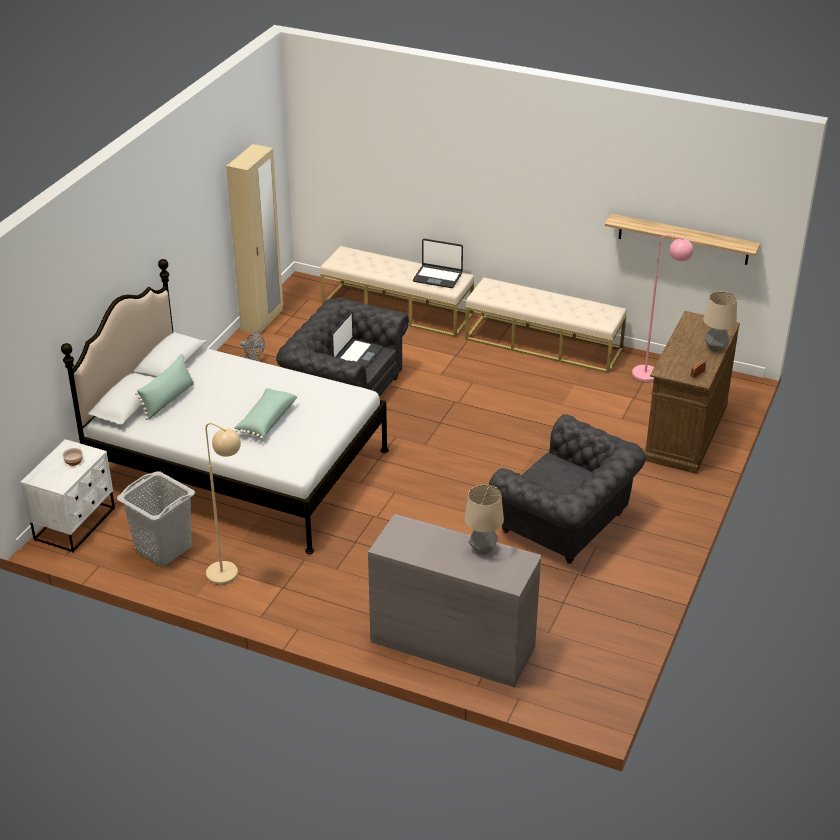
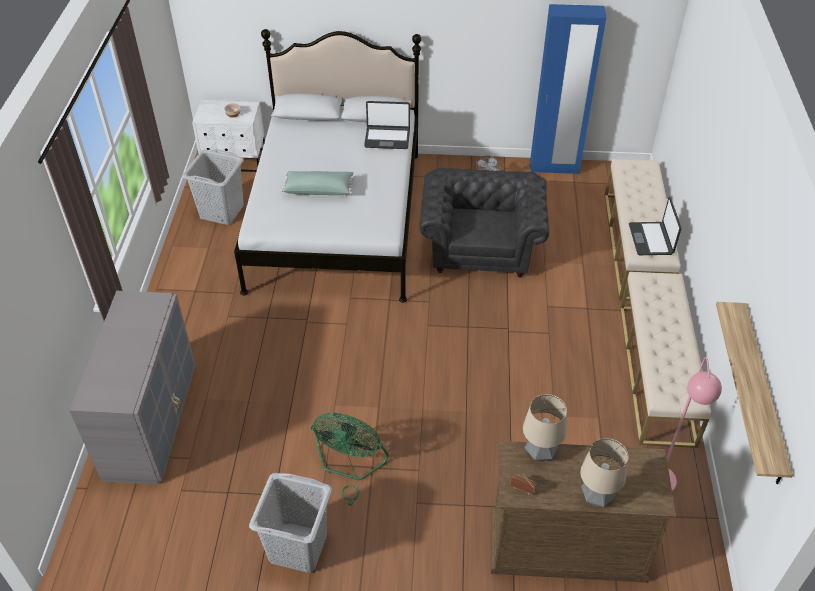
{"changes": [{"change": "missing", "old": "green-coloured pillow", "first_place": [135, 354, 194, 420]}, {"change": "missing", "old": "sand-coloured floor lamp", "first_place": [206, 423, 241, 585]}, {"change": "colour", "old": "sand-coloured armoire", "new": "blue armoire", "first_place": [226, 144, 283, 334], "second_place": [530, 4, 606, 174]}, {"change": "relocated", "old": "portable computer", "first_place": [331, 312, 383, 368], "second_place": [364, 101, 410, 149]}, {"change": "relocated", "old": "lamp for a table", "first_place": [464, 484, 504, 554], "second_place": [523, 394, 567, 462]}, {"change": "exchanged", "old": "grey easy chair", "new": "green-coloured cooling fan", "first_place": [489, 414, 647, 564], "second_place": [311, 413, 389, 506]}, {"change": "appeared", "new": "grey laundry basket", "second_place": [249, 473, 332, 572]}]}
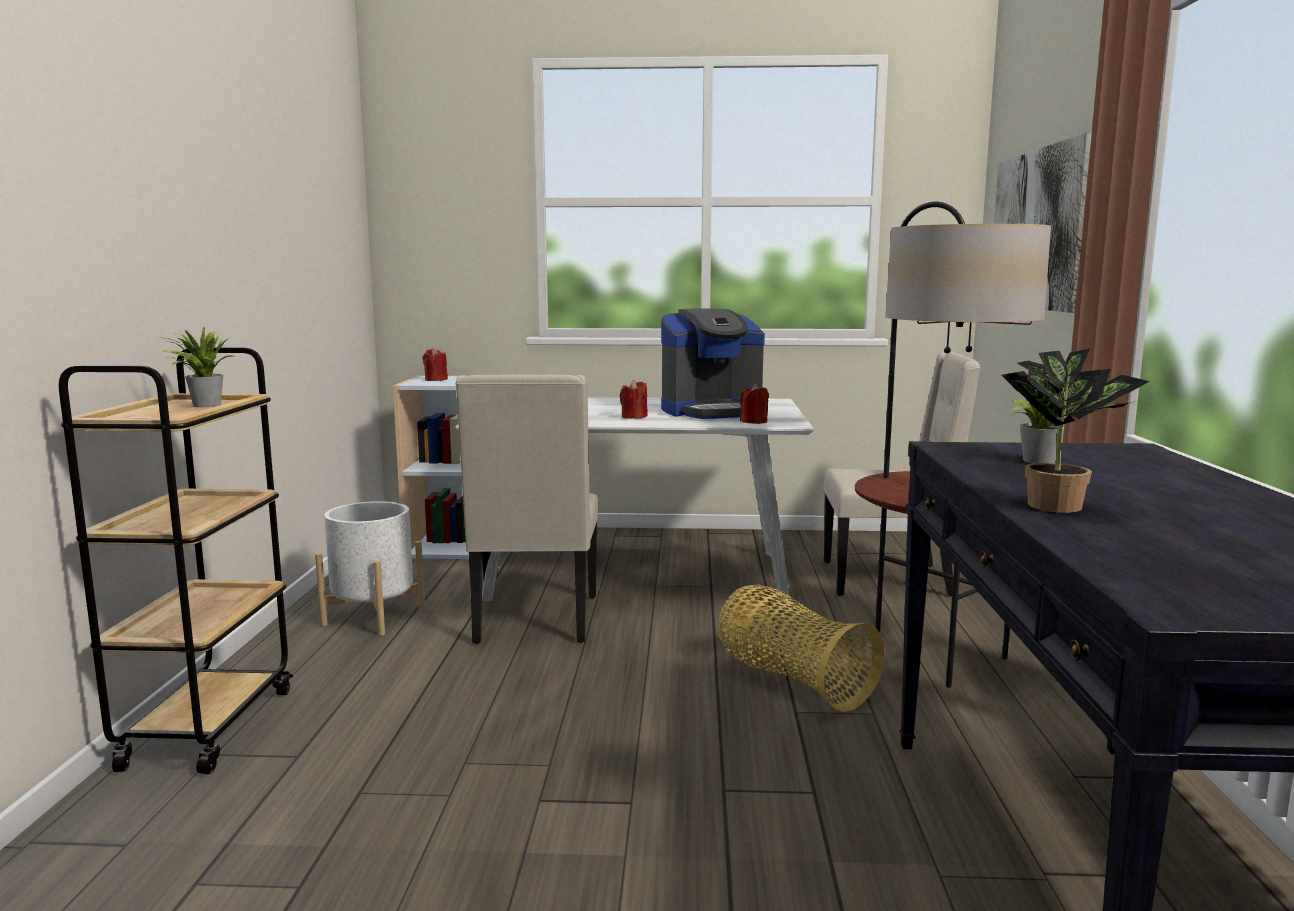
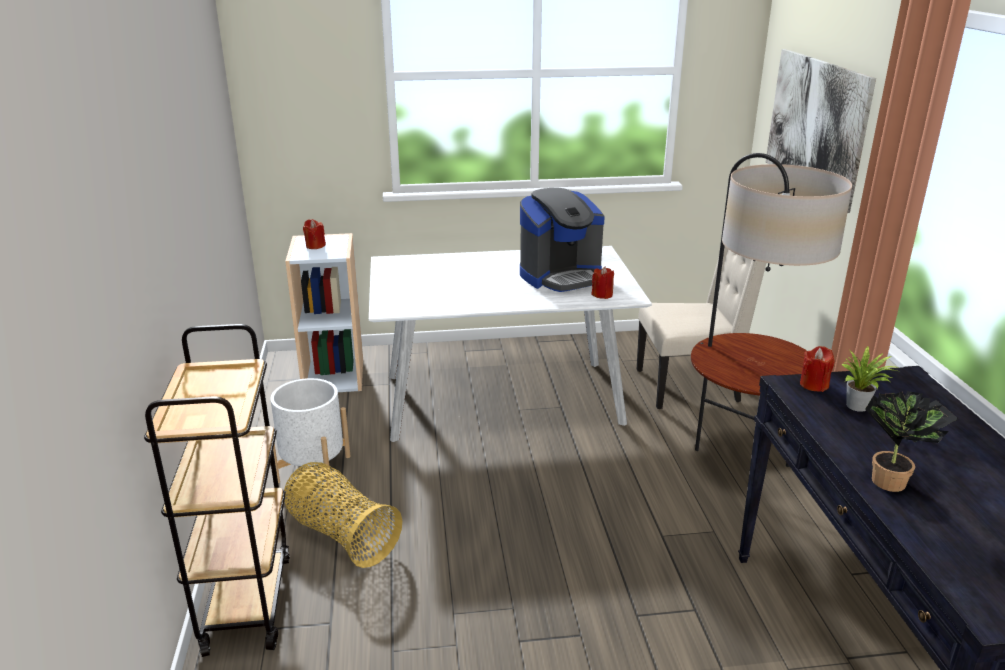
{"changes": [{"change": "missing", "old": "potted plant", "first_place": [159, 327, 235, 407]}, {"change": "missing", "old": "sand-coloured plain chair", "first_place": [455, 375, 598, 644]}, {"change": "relocated", "old": "red-coloured wax candle", "first_place": [620, 380, 648, 419], "second_place": [800, 346, 835, 392]}, {"change": "relocated", "old": "household basket", "first_place": [718, 585, 885, 712], "second_place": [284, 462, 402, 568]}]}
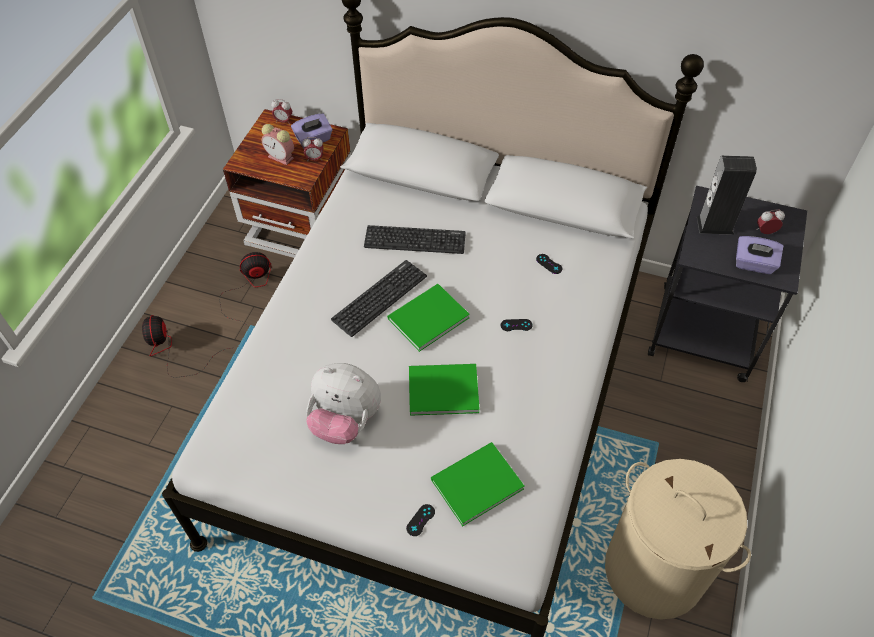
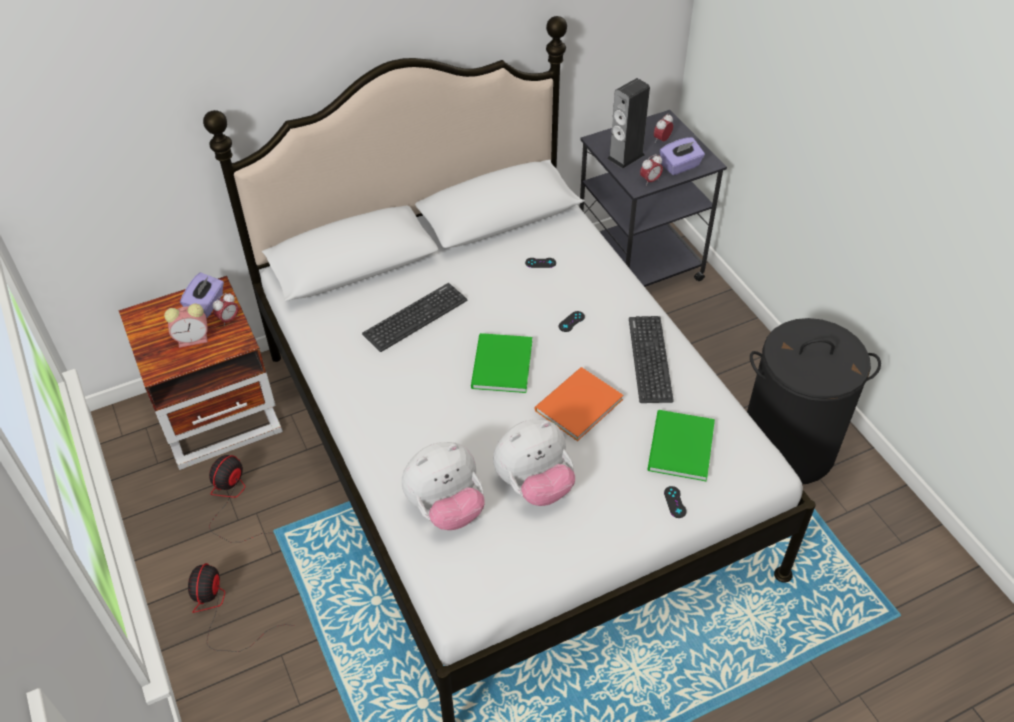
{"changes": [{"change": "spun", "old": "cooling fan", "first_place": [142, 315, 230, 378], "second_place": [188, 563, 295, 652], "degrees": 60}, {"change": "relocated", "old": "table clock", "first_place": [271, 99, 292, 123], "second_place": [640, 154, 663, 186]}, {"change": "relocated", "old": "computer keyboard", "first_place": [331, 260, 427, 337], "second_place": [629, 316, 674, 403]}, {"change": "colour", "old": "green-coloured bound book", "new": "orange bound book", "first_place": [409, 364, 480, 416], "second_place": [534, 367, 624, 441]}, {"change": "colour", "old": "sand-coloured laundry basket", "new": "black laundry basket", "first_place": [605, 459, 751, 620], "second_place": [747, 318, 881, 484]}, {"change": "appeared", "new": "cuddly toy", "second_place": [402, 442, 485, 530]}]}
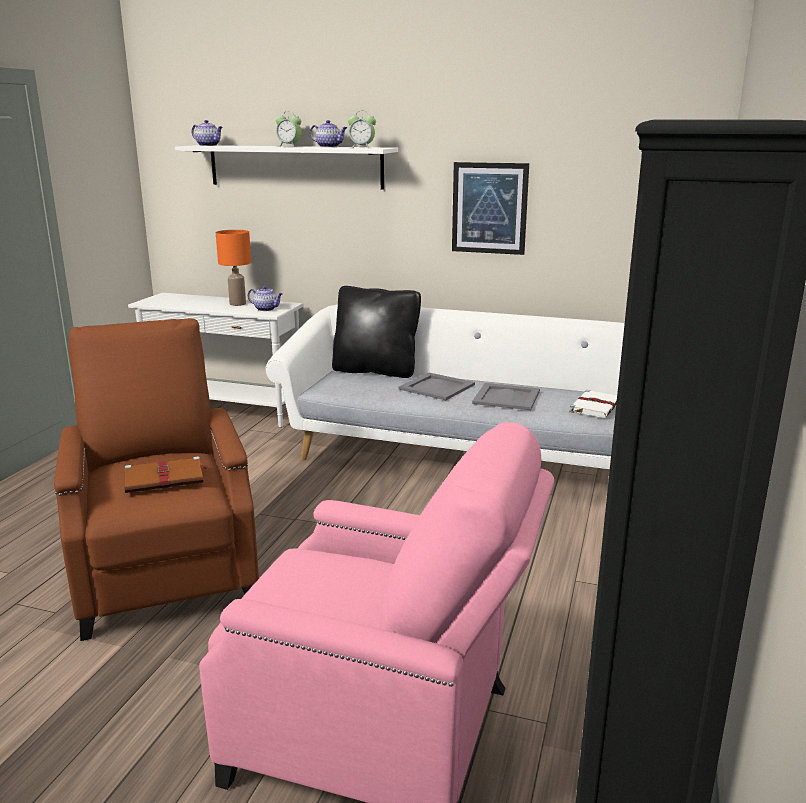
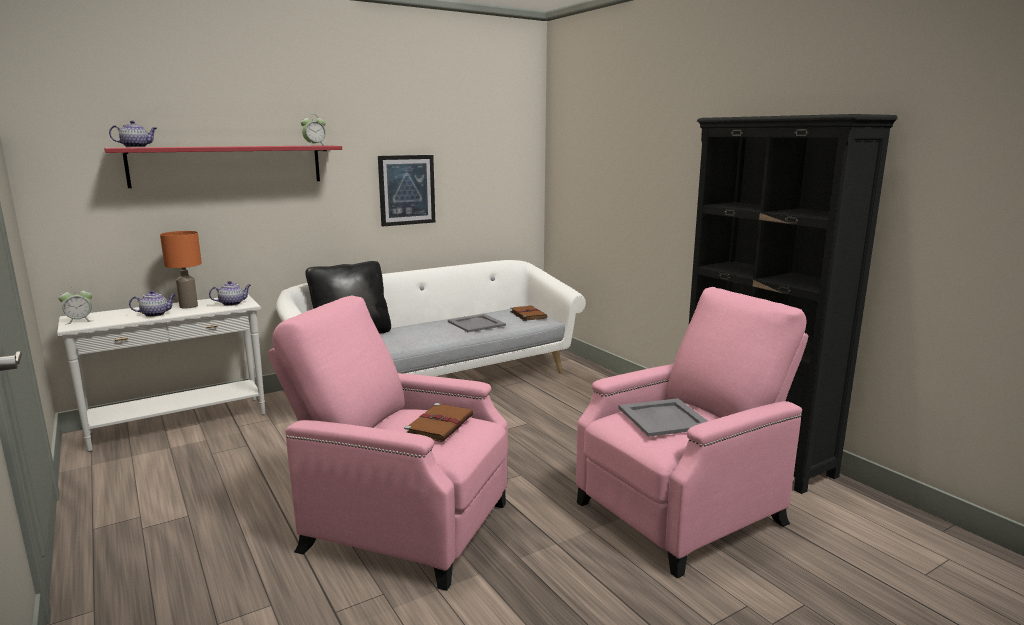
{"changes": [{"change": "colour", "old": "brown-coloured easy chair", "new": "pink easy chair", "first_place": [54, 319, 259, 641], "second_place": [268, 296, 508, 591]}, {"change": "colour", "old": "white-coloured wall shelf", "new": "red-coloured wall shelf", "first_place": [175, 145, 398, 189], "second_place": [104, 145, 342, 188]}, {"change": "relocated", "old": "table clock", "first_place": [276, 111, 301, 147], "second_place": [59, 287, 92, 324]}, {"change": "relocated", "old": "tea pot", "first_place": [310, 120, 347, 147], "second_place": [129, 290, 176, 317]}, {"change": "relocated", "old": "grey serving tray", "first_place": [398, 373, 475, 400], "second_place": [618, 398, 708, 437]}, {"change": "colour", "old": "white-coloured bound book", "new": "brown-coloured bound book", "first_place": [569, 390, 617, 418], "second_place": [510, 306, 548, 321]}]}
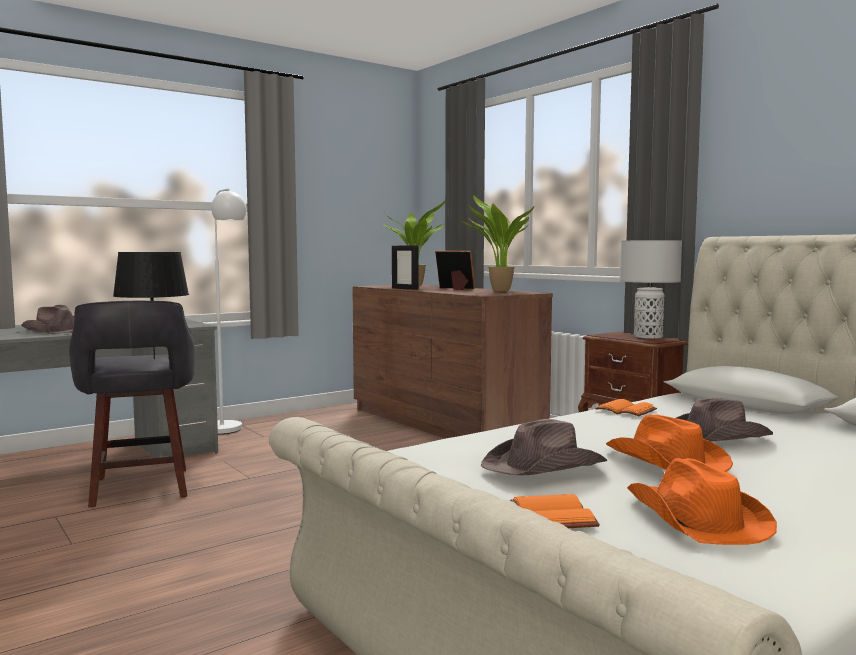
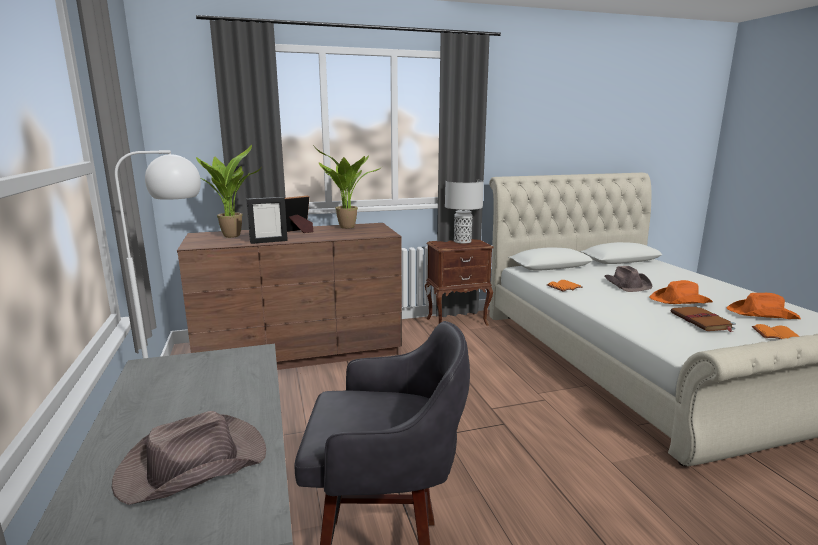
{"changes": [{"change": "missing", "old": "black lamp for a table", "first_place": [113, 252, 189, 359]}, {"change": "exchanged", "old": "brown-coloured clothing hat", "new": "brown-coloured bound book", "first_place": [481, 419, 607, 475], "second_place": [670, 306, 736, 332]}]}
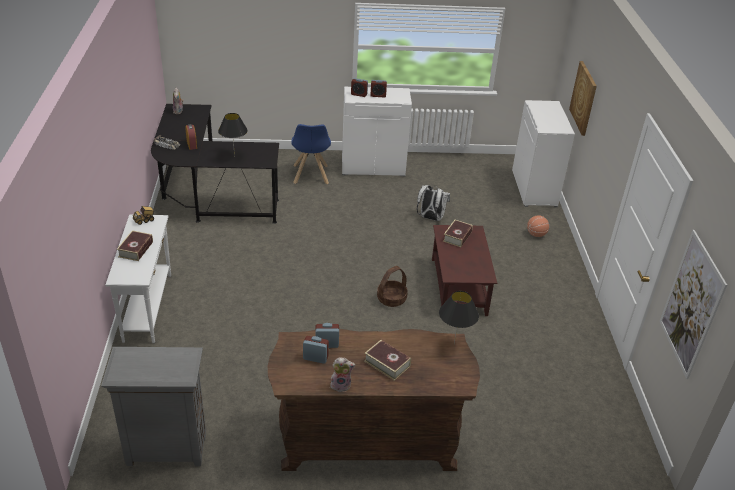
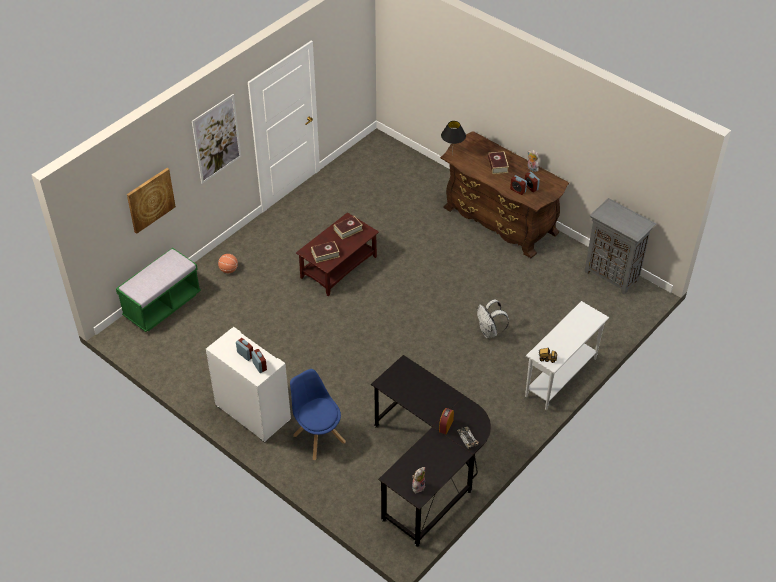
{"changes": [{"change": "relocated", "old": "bound book", "first_place": [117, 230, 153, 261], "second_place": [334, 216, 363, 240]}, {"change": "missing", "old": "black lamp for a table", "first_place": [218, 113, 248, 157]}, {"change": "spun", "old": "blue plain chair", "first_place": [292, 124, 331, 184], "second_place": [290, 369, 346, 460], "degrees": -75}, {"change": "missing", "old": "household basket", "first_place": [377, 266, 408, 307]}, {"change": "relocated", "old": "white-coloured knapsack", "first_place": [417, 185, 450, 221], "second_place": [477, 299, 509, 338]}, {"change": "exchanged", "old": "white-coloured cabinet", "new": "green-coloured bench", "first_place": [512, 100, 575, 207], "second_place": [116, 248, 201, 332]}, {"change": "relocated", "old": "wall art", "first_place": [659, 230, 727, 379], "second_place": [192, 94, 241, 184]}]}
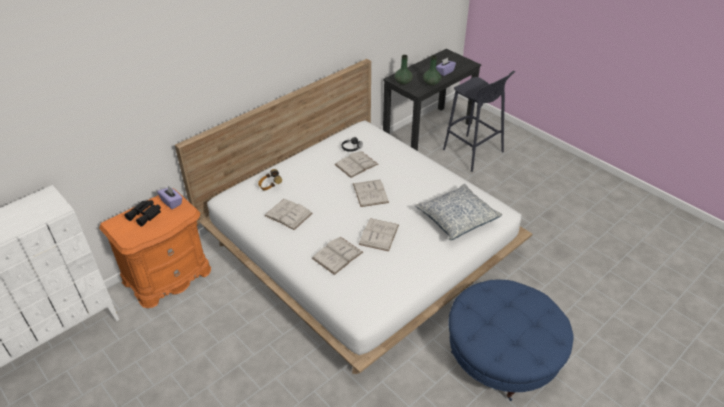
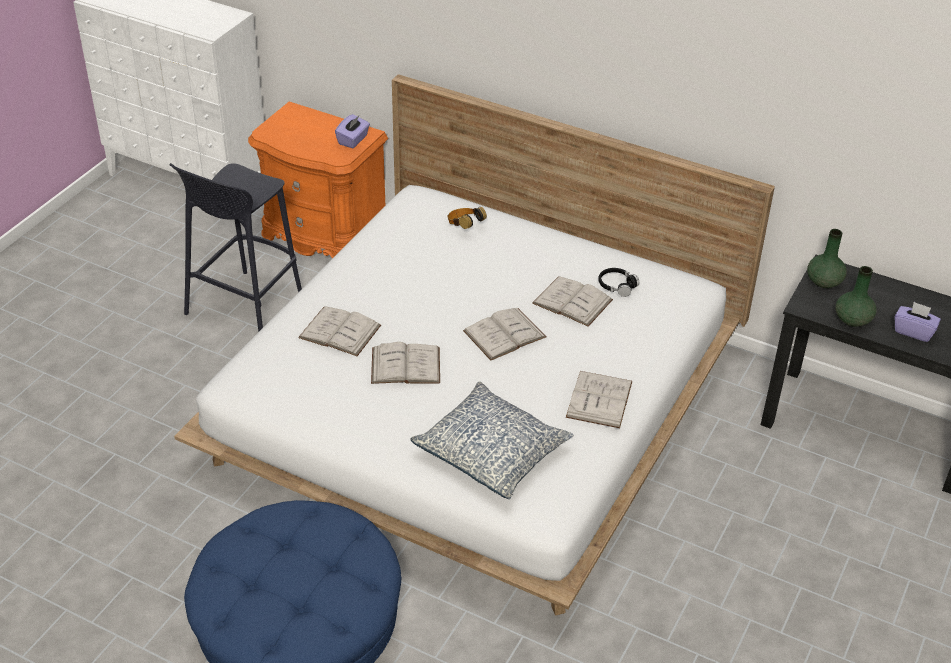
{"changes": [{"change": "missing", "old": "black field glasses", "first_place": [124, 200, 161, 227]}, {"change": "relocated", "old": "white-coloured bound book", "first_place": [264, 199, 313, 230], "second_place": [566, 371, 632, 428]}, {"change": "relocated", "old": "grey stool", "first_place": [443, 71, 515, 172], "second_place": [169, 163, 302, 332]}]}
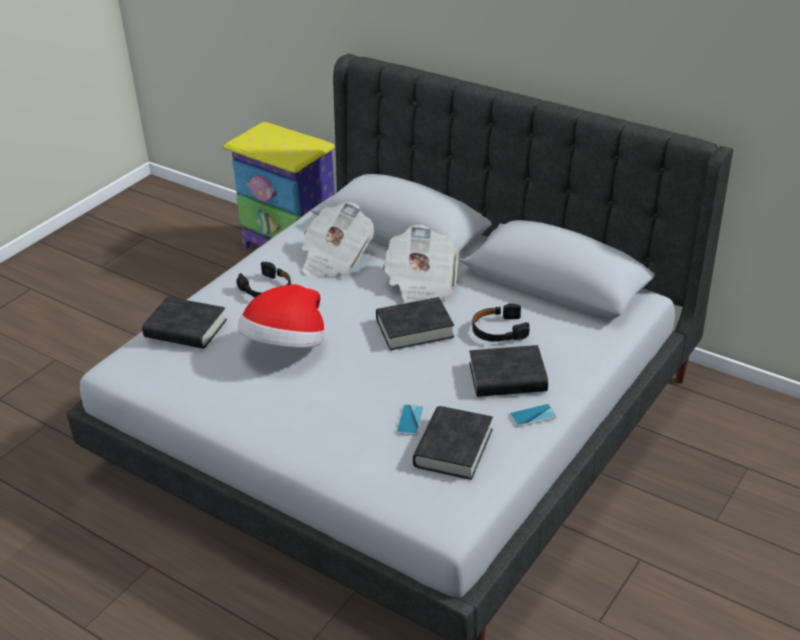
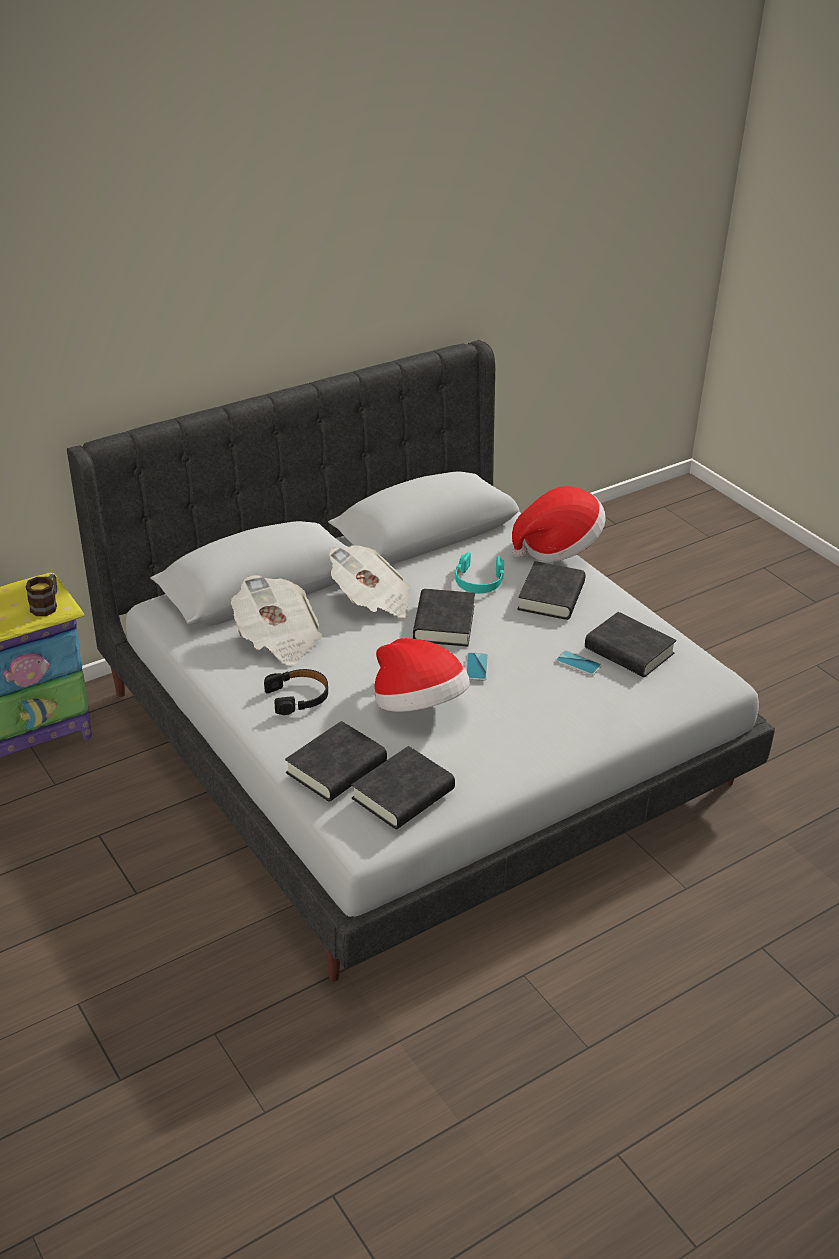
{"changes": [{"change": "colour", "old": "black pair of headphones", "new": "turquoise pair of headphones", "first_place": [472, 303, 530, 342], "second_place": [455, 552, 504, 593]}, {"change": "relocated", "old": "handset", "first_place": [509, 404, 557, 427], "second_place": [466, 652, 489, 681]}, {"change": "appeared", "new": "tea mug", "second_place": [26, 574, 57, 616]}, {"change": "appeared", "new": "black bound book", "second_place": [352, 746, 455, 829]}, {"change": "appeared", "new": "clothing hat", "second_place": [512, 486, 606, 562]}]}
